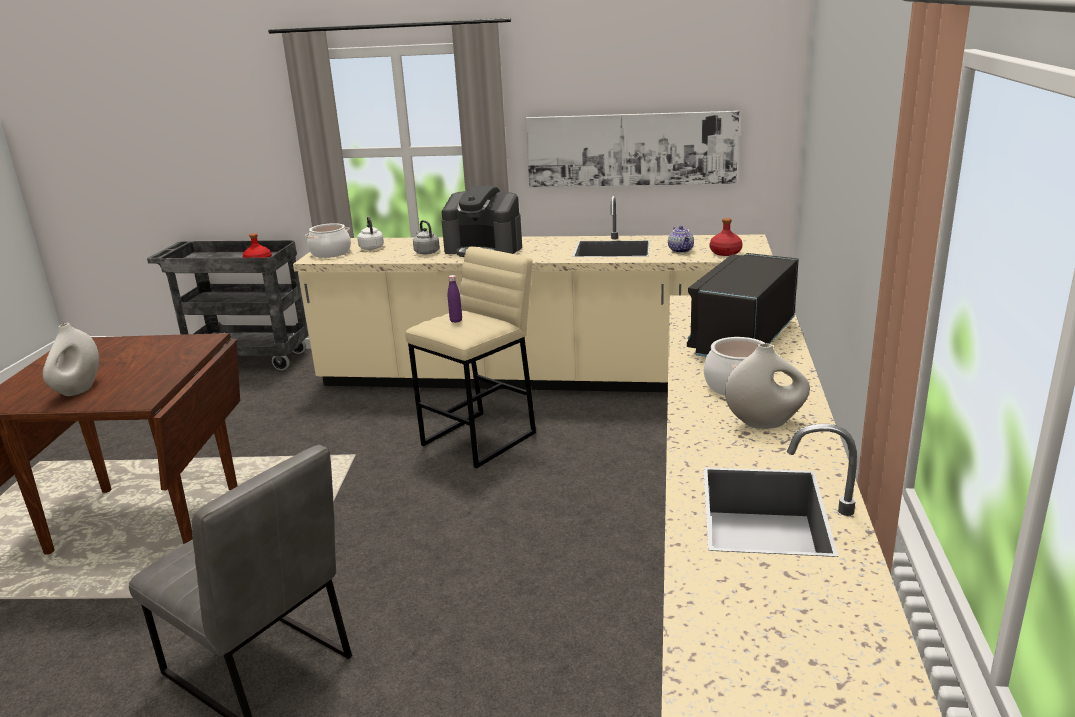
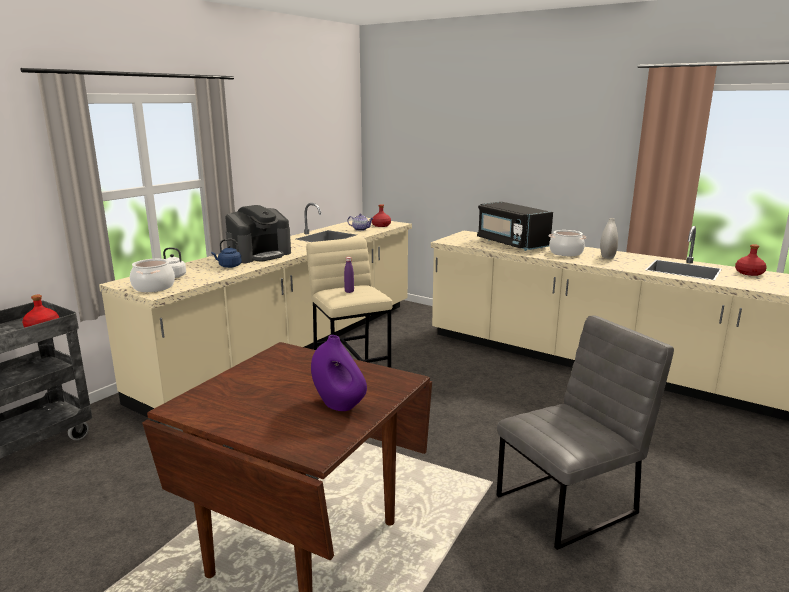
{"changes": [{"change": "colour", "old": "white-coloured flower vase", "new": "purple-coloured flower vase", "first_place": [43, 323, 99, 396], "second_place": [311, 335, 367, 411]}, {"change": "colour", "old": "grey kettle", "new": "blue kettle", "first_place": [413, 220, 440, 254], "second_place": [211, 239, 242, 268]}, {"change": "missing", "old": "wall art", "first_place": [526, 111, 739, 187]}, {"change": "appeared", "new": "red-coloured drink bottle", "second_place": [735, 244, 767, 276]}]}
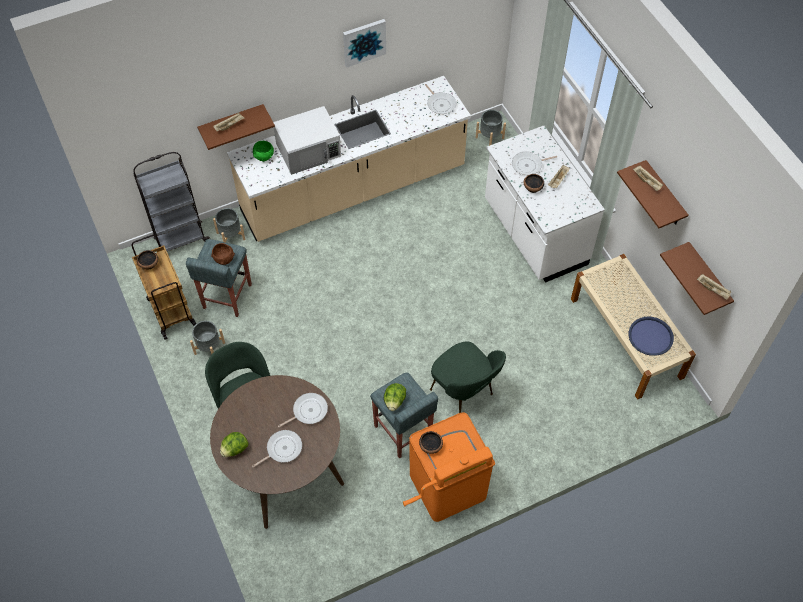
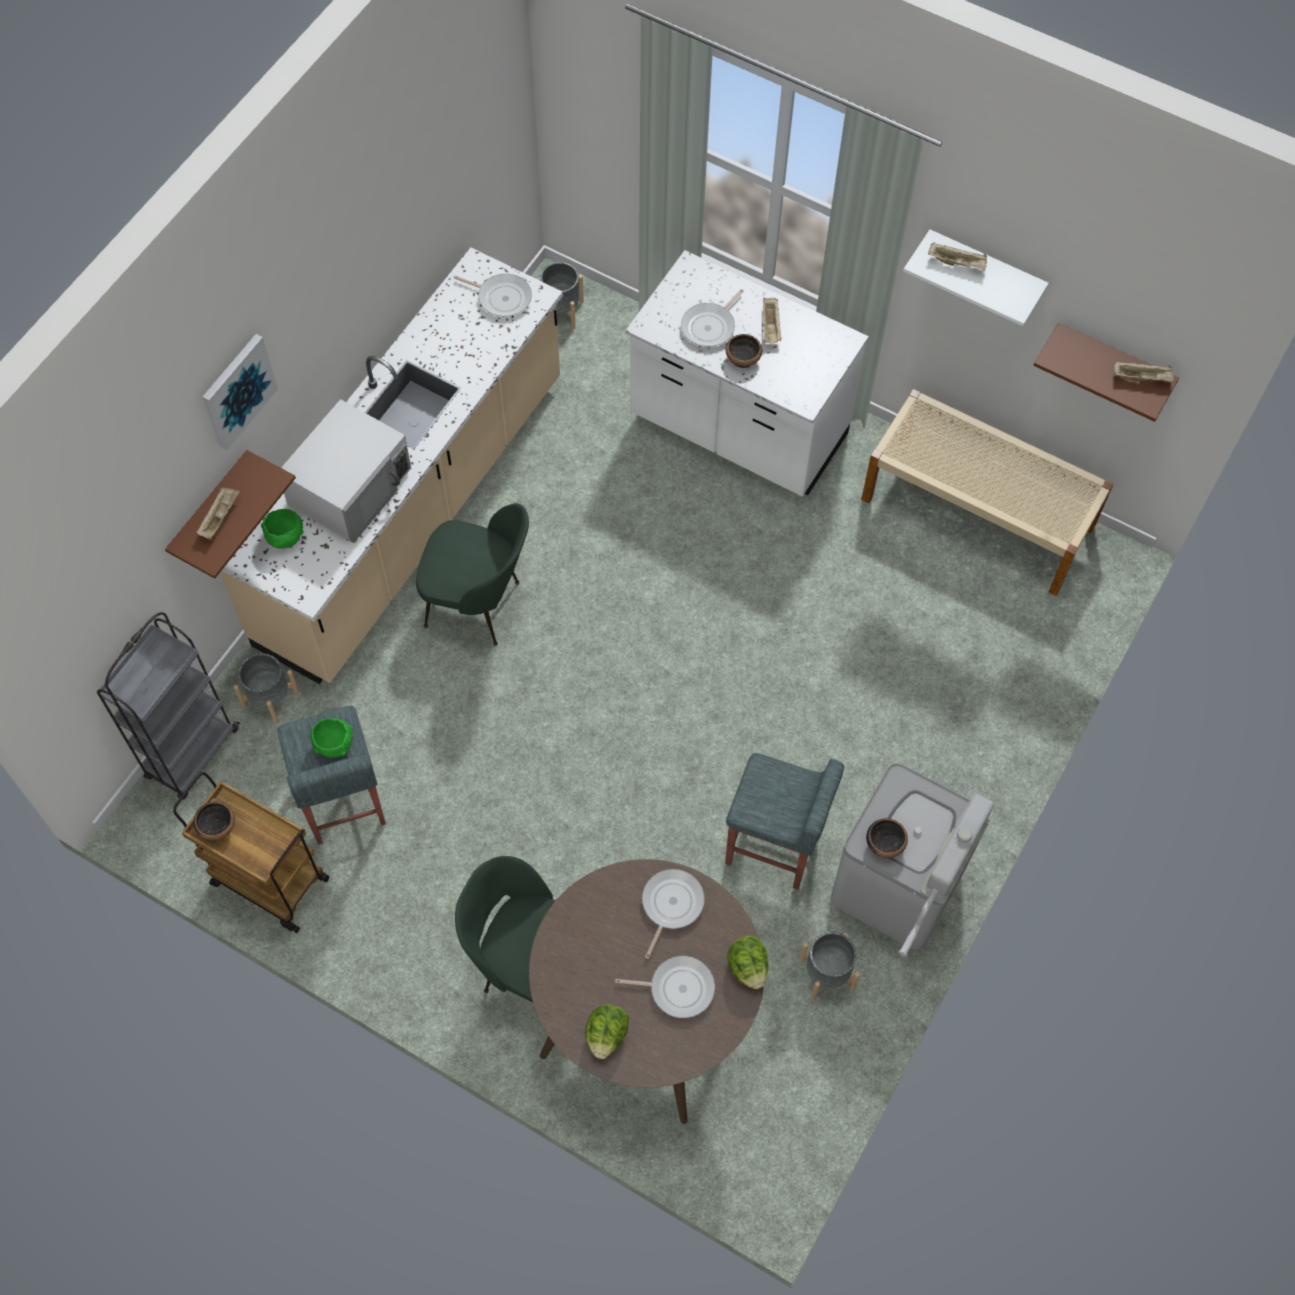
{"changes": [{"change": "relocated", "old": "grey flower pot", "first_place": [190, 321, 225, 355], "second_place": [799, 932, 860, 1000]}, {"change": "colour", "old": "brown-coloured deep dish", "new": "green-coloured deep dish", "first_place": [211, 243, 235, 265], "second_place": [310, 718, 353, 758]}, {"change": "spun", "old": "pan", "first_place": [252, 430, 302, 467], "second_place": [615, 956, 715, 1018], "degrees": 75}, {"change": "relocated", "old": "wall art", "first_place": [343, 19, 386, 67], "second_place": [203, 334, 278, 450]}, {"change": "relocated", "old": "lettuce", "first_place": [384, 383, 406, 411], "second_place": [727, 935, 768, 989]}, {"change": "colour", "old": "orange washing machine", "new": "grey washing machine", "first_place": [403, 412, 495, 522], "second_place": [831, 763, 994, 957]}, {"change": "relocated", "old": "green-coloured plain chair", "first_place": [430, 342, 506, 413], "second_place": [416, 503, 529, 646]}, {"change": "colour", "old": "brown-coloured wall shelf", "new": "white-coloured wall shelf", "first_place": [617, 160, 689, 228], "second_place": [903, 229, 1049, 326]}, {"change": "missing", "old": "blue serving tray", "first_place": [629, 317, 674, 356]}]}
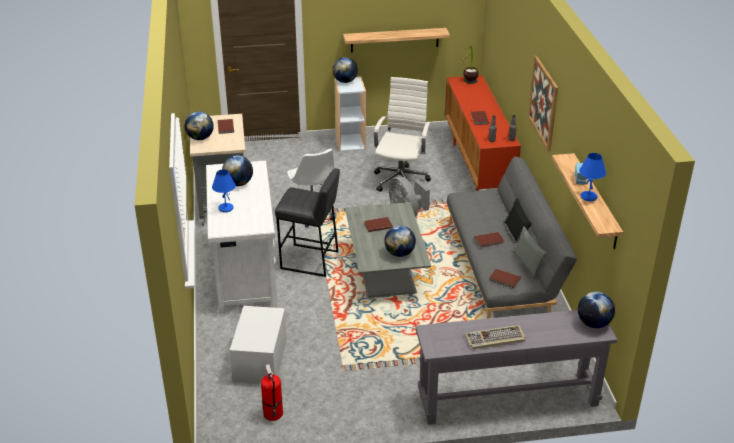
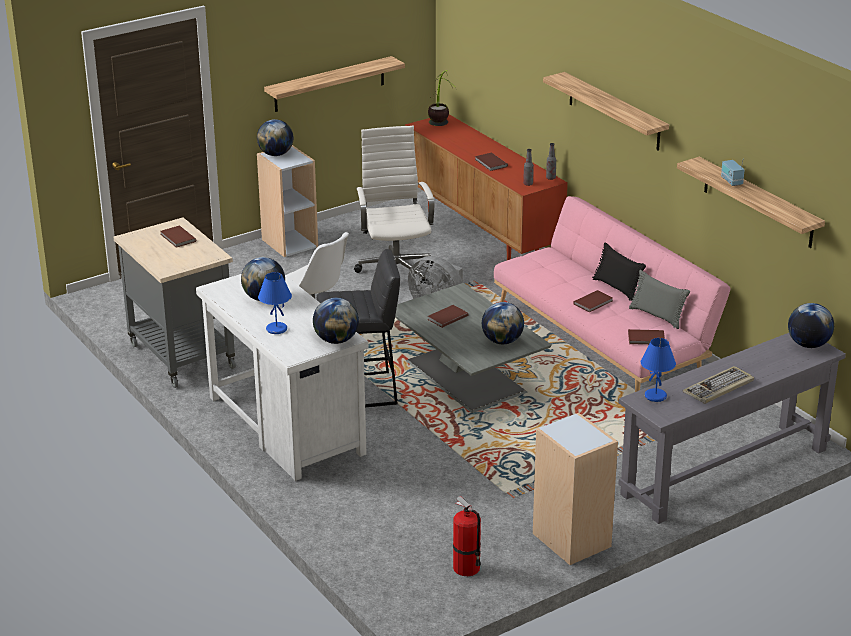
{"changes": [{"change": "relocated", "old": "globe", "first_place": [185, 111, 214, 140], "second_place": [313, 298, 359, 344]}, {"change": "missing", "old": "white-coloured storage container", "first_place": [230, 306, 287, 384]}, {"change": "colour", "old": "grey settee", "new": "pink settee", "first_place": [447, 156, 577, 319], "second_place": [494, 196, 731, 392]}, {"change": "exchanged", "old": "wall art", "new": "wall shelf", "first_place": [528, 56, 558, 152], "second_place": [543, 72, 669, 151]}, {"change": "relocated", "old": "blue lamp for a table", "first_place": [579, 153, 606, 201], "second_place": [641, 338, 676, 402]}, {"change": "appeared", "new": "bookshelf", "second_place": [533, 413, 618, 565]}]}
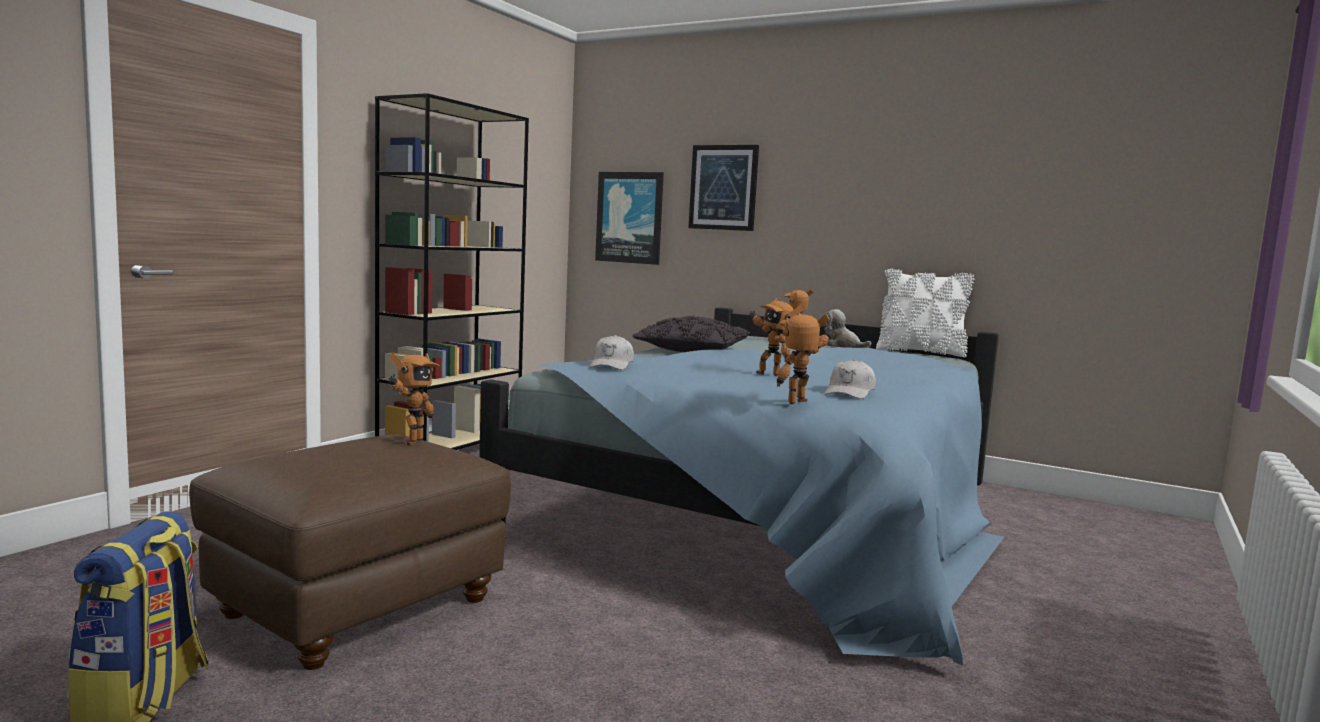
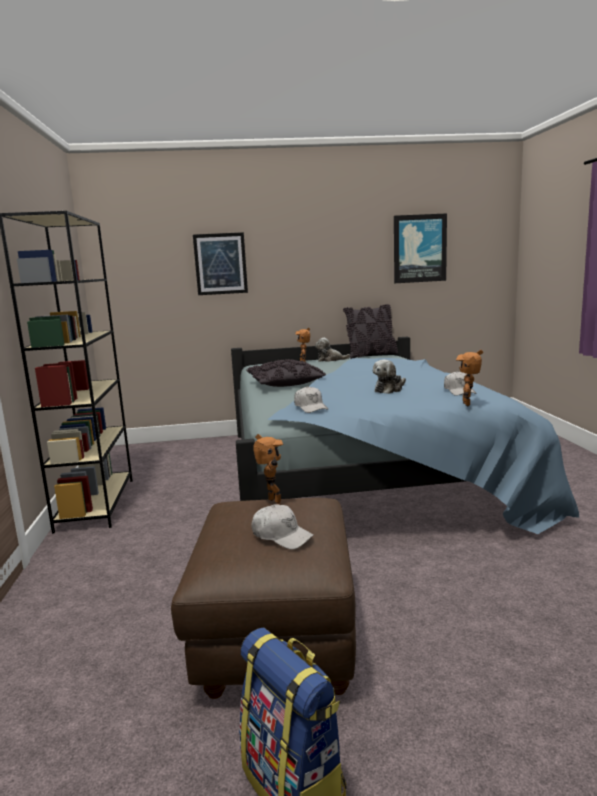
{"changes": [{"change": "relocated", "old": "wall art", "first_place": [595, 172, 664, 265], "second_place": [394, 213, 447, 283]}, {"change": "exchanged", "old": "robot figure", "new": "cuddly toy", "first_place": [749, 298, 804, 376], "second_place": [373, 360, 406, 394]}, {"change": "colour", "old": "white-coloured pillow", "new": "black pillow", "first_place": [876, 268, 974, 358], "second_place": [343, 304, 398, 359]}, {"change": "appeared", "new": "white-coloured peaked cap", "second_place": [251, 504, 314, 550]}]}
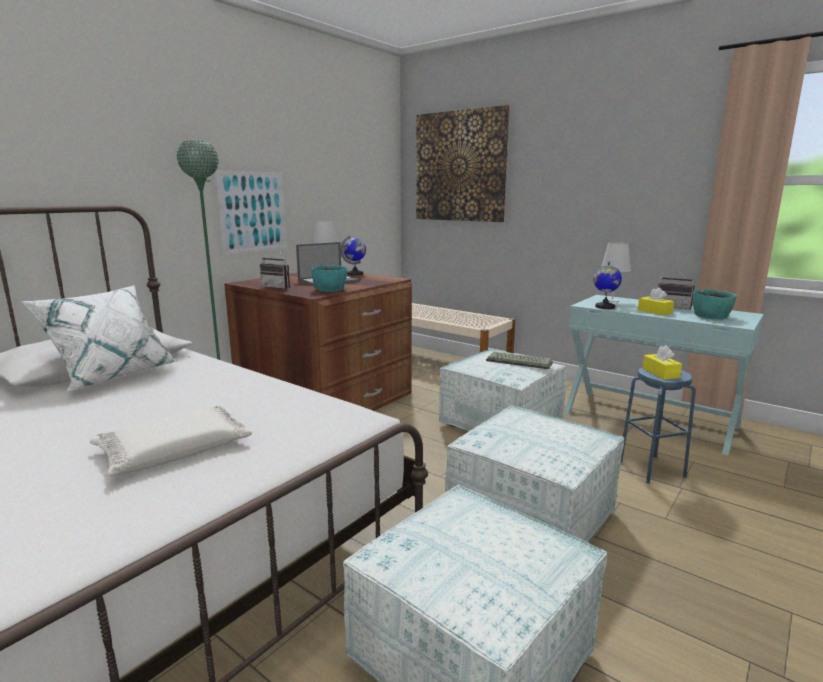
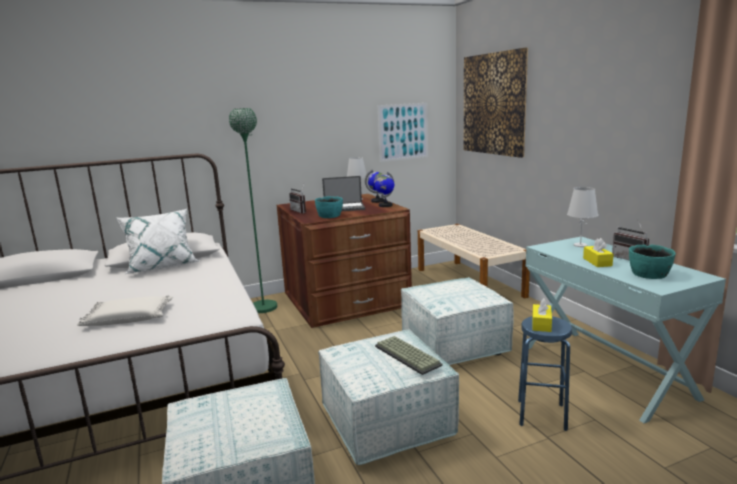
{"changes": [{"change": "relocated", "old": "wall art", "first_place": [215, 170, 287, 255], "second_place": [378, 103, 428, 162]}, {"change": "relocated", "old": "computer keyboard", "first_place": [486, 351, 553, 369], "second_place": [375, 336, 442, 375]}, {"change": "relocated", "old": "globe", "first_place": [593, 261, 622, 309], "second_place": [375, 172, 394, 207]}]}
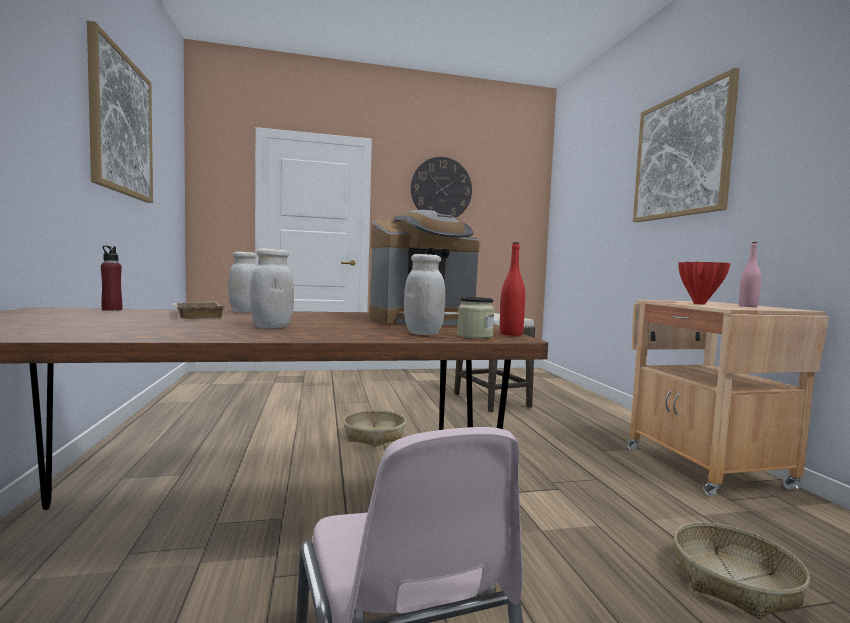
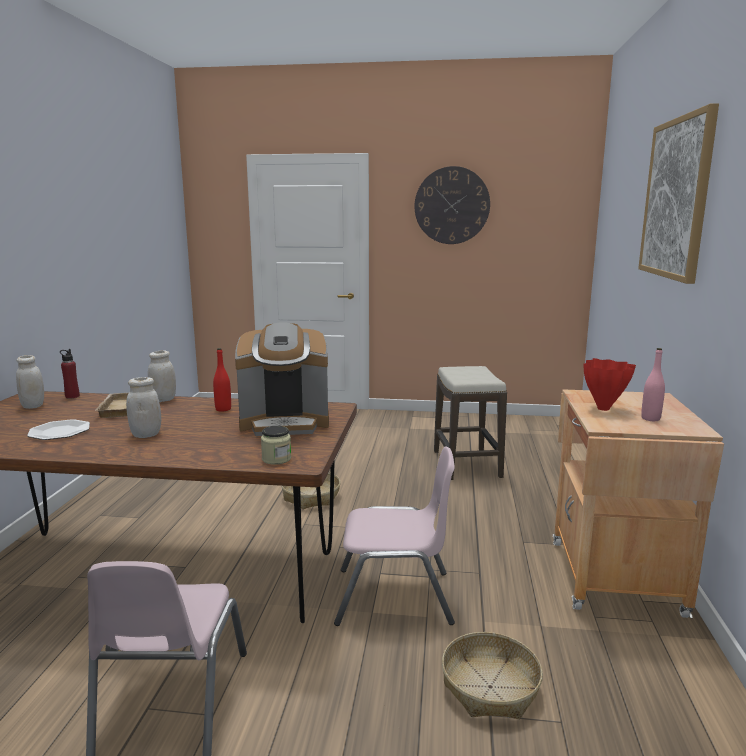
{"changes": [{"change": "missing", "old": "wall art", "first_place": [87, 21, 153, 203]}, {"change": "relocated", "old": "white-coloured storage jar", "first_place": [404, 254, 445, 335], "second_place": [16, 355, 44, 409]}, {"change": "relocated", "old": "red-coloured drink bottle", "first_place": [500, 242, 525, 336], "second_place": [213, 348, 231, 412]}, {"change": "appeared", "new": "plate", "second_place": [27, 419, 90, 440]}, {"change": "appeared", "new": "pink plain chair", "second_place": [334, 447, 455, 626]}]}
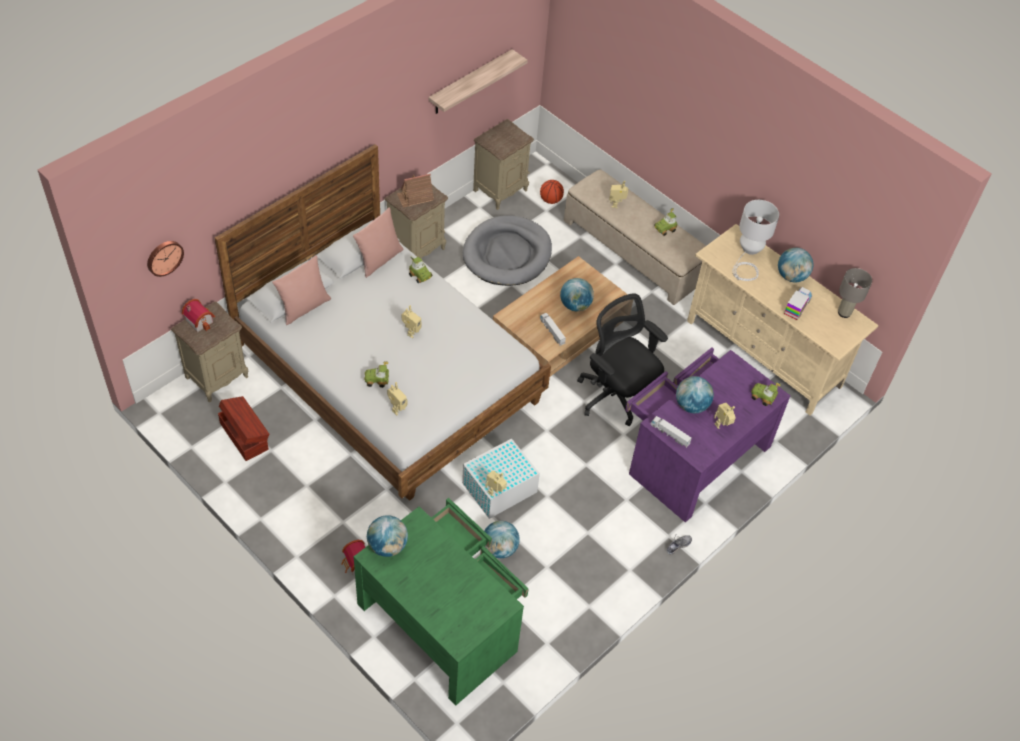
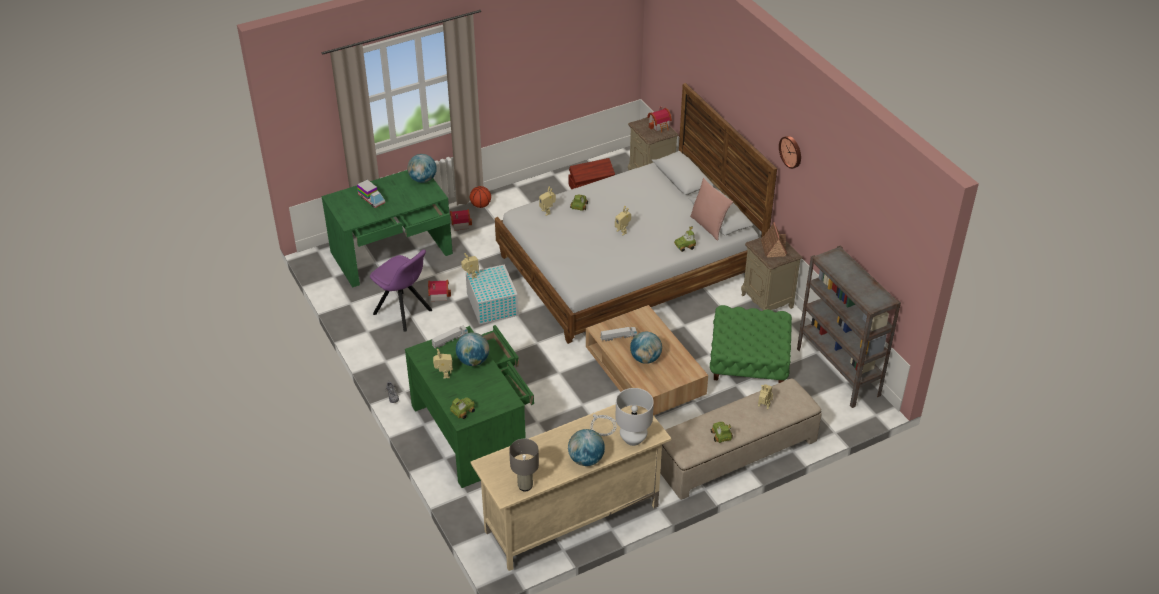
{"changes": [{"change": "relocated", "old": "clock on the wall", "first_place": [147, 241, 184, 277], "second_place": [779, 136, 801, 169]}, {"change": "missing", "old": "pink pillow", "first_place": [272, 255, 331, 325]}, {"change": "missing", "old": "wall shelf", "first_place": [429, 49, 528, 114]}, {"change": "exchanged", "old": "grey dog bed", "new": "green-coloured ottoman", "first_place": [463, 215, 552, 286], "second_place": [710, 305, 792, 383]}, {"change": "exchanged", "old": "sand-coloured night table", "new": "grey bookshelf", "first_place": [473, 119, 534, 210], "second_place": [797, 245, 901, 408]}, {"change": "exchanged", "old": "globe", "new": "model house", "first_place": [484, 521, 520, 558], "second_place": [428, 280, 451, 301]}, {"change": "relocated", "old": "basketball", "first_place": [540, 180, 564, 204], "second_place": [470, 186, 491, 208]}, {"change": "missing", "old": "black desk chair", "first_place": [577, 293, 668, 426]}, {"change": "colour", "old": "purple-coloured desk unit", "new": "green-coloured desk unit", "first_place": [625, 347, 790, 523], "second_place": [405, 325, 534, 488]}, {"change": "relocated", "old": "toy truck", "first_place": [784, 287, 812, 320], "second_place": [357, 180, 385, 208]}, {"change": "appeared", "new": "purple-coloured plain chair", "second_place": [370, 249, 432, 332]}]}
